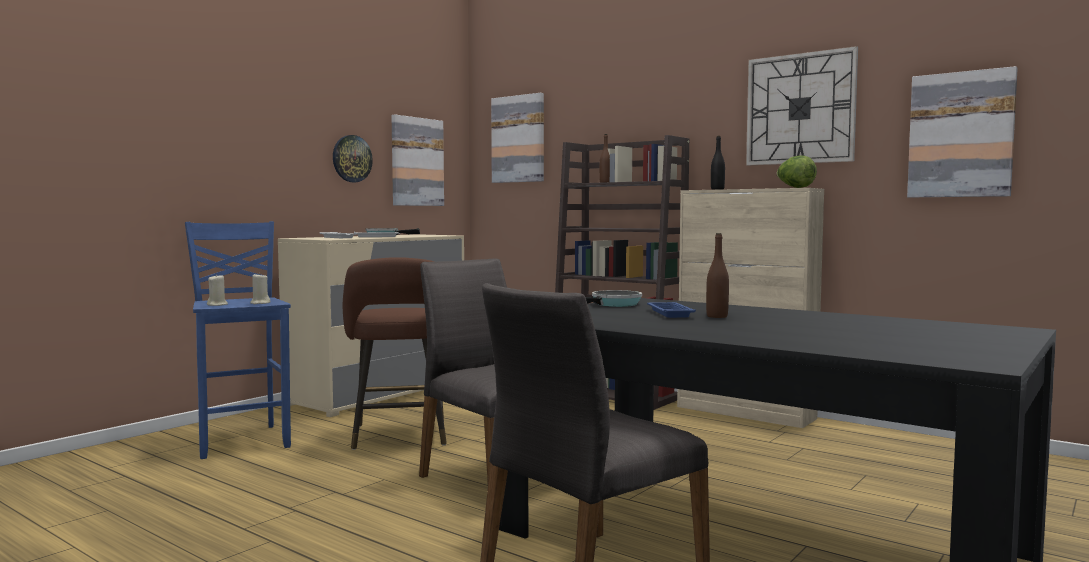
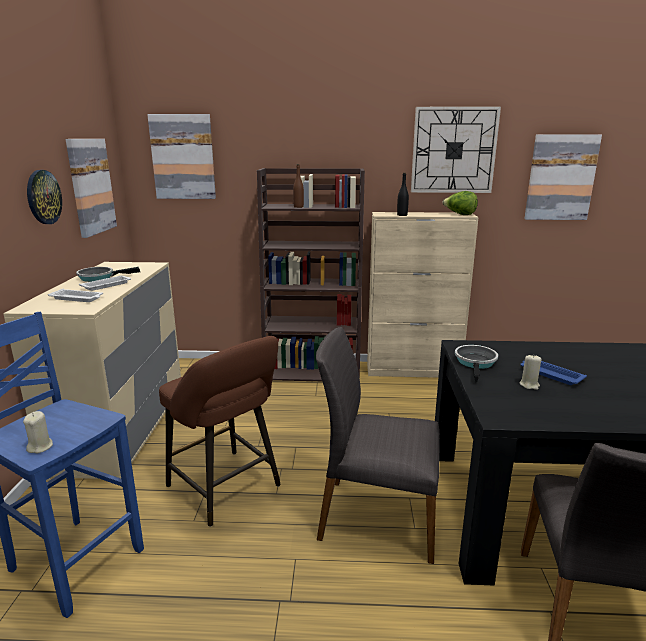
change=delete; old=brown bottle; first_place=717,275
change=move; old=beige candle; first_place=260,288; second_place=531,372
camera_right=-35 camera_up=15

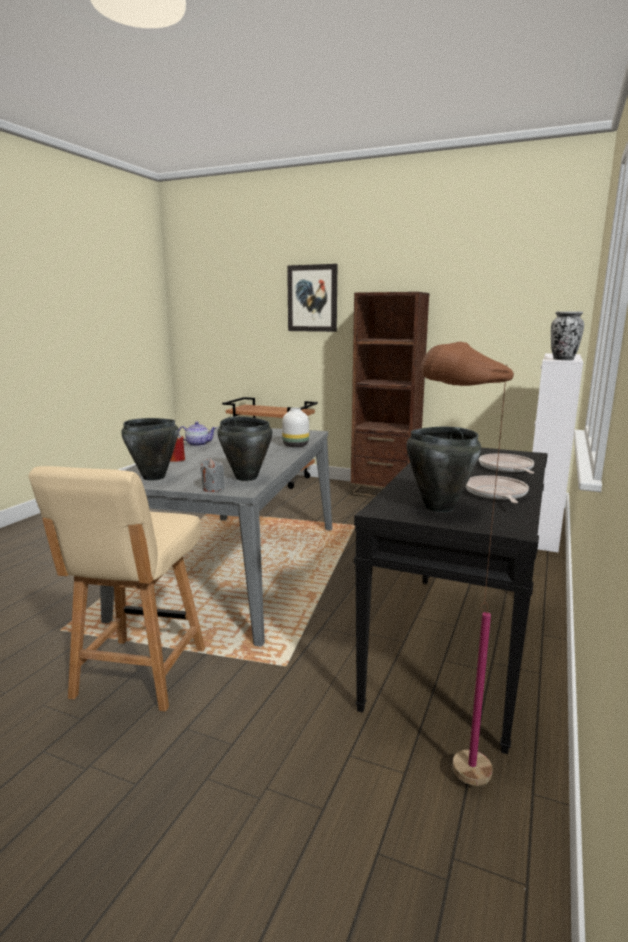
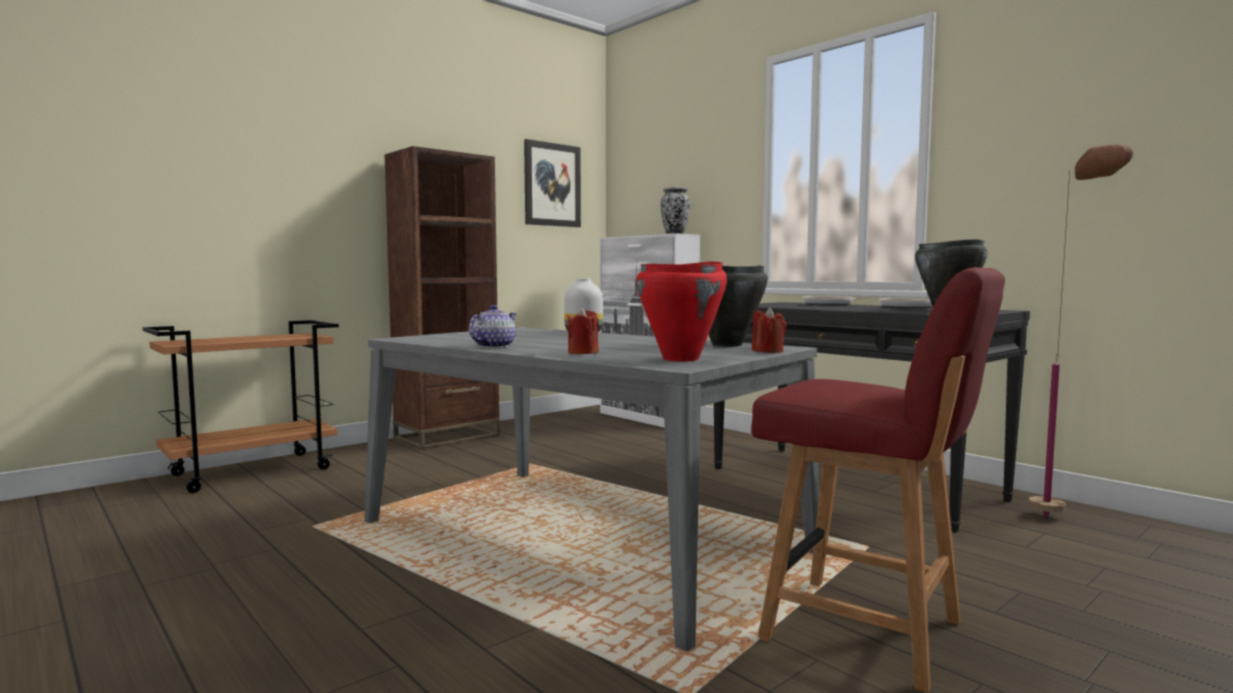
change=move; old=picture; first_place=312,298; second_place=552,183
change=recolor; old=black cooking pot; new=red cooking pot; first_place=150,449; second_place=681,311
change=recolor; old=grey candle; new=red candle; first_place=212,475; second_place=769,330
change=recolor; old=beige chair; new=red chair; first_place=116,588; second_place=878,480
camera_right=-65 camera_up=-10

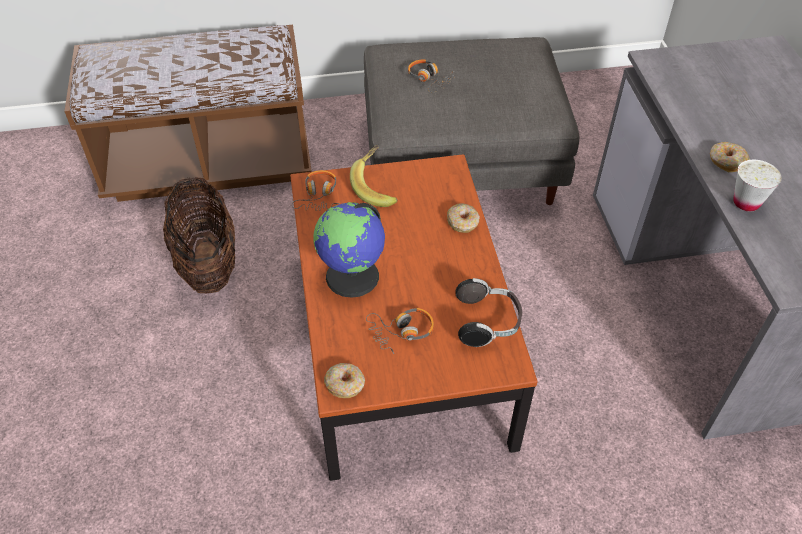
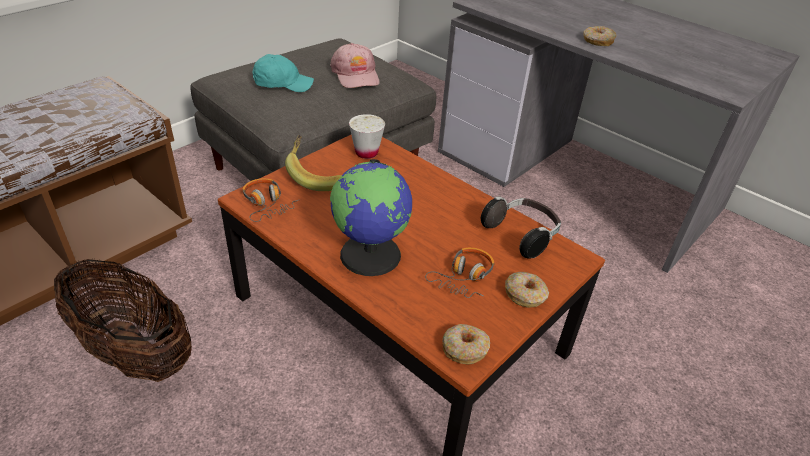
change=replace; old=headphones; new=turquoise cap; first_place=431,76; second_place=283,73
change=move; old=white cup; first_place=757,186; second_place=367,136
change=move; old=donut; first_place=463,218; second_place=527,290
change=insert; new=pink cap; second_place=355,65
camera_right=-40 camera_up=-10

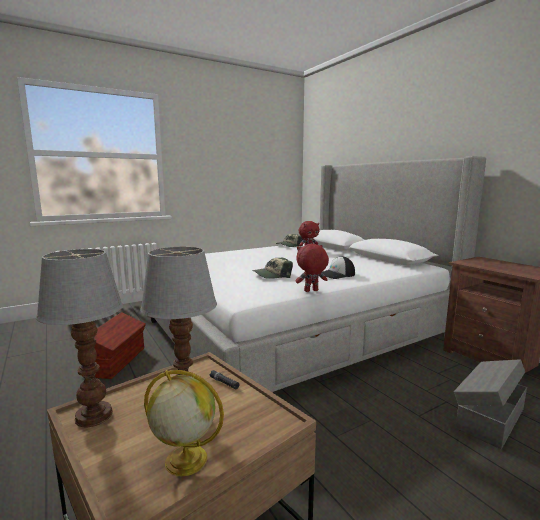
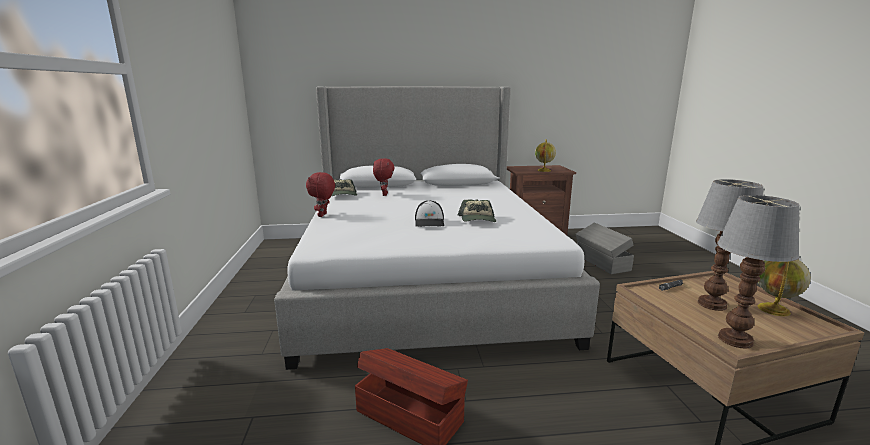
change=move; old=red plush toy; first_place=312,268; second_place=320,194
change=move; old=cap; first_place=338,267; second_place=429,213
change=insert; new=globe; second_place=545,155
camera_right=-65 camera_up=5

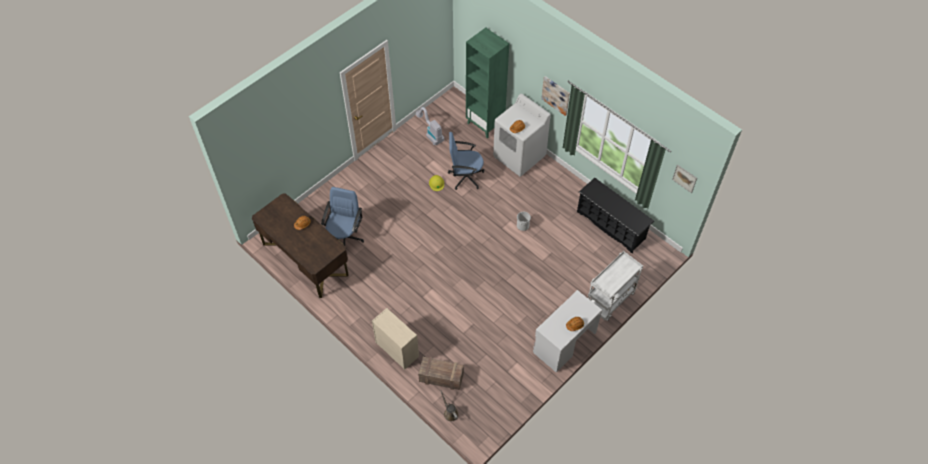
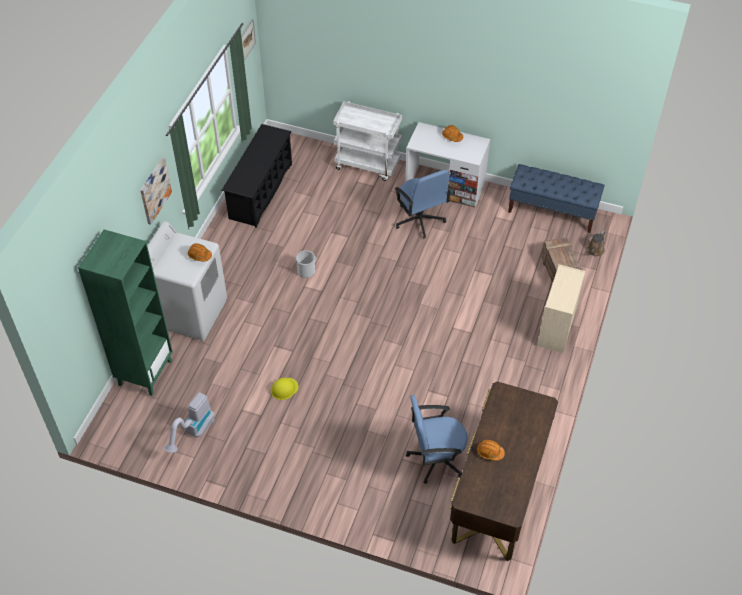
change=move; old=blue office chair; first_place=466,161; second_place=423,204
change=insert; new=blue bench; second_place=556,198
camera_right=-115 camera_up=-5

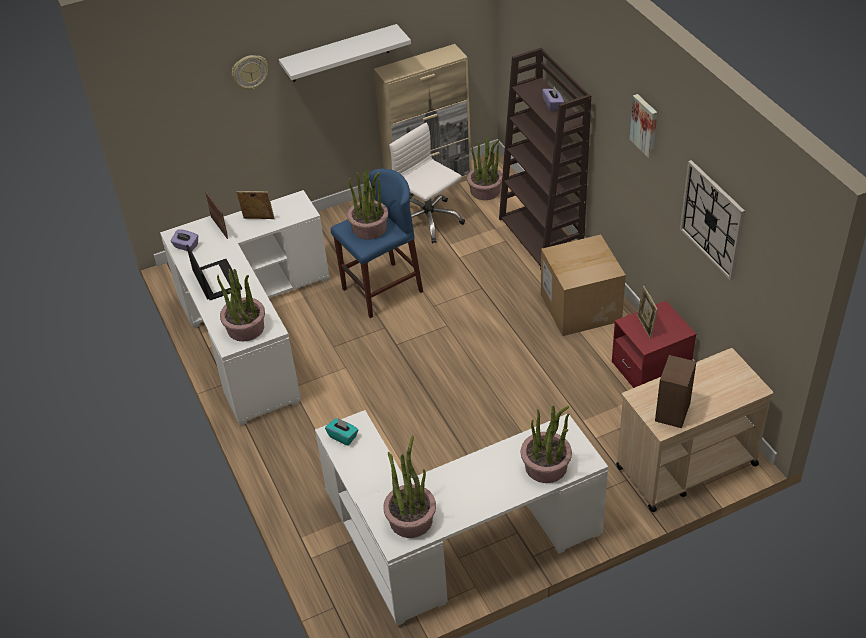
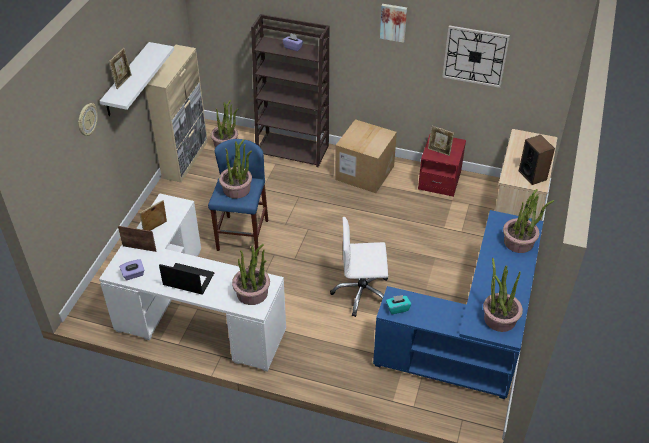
change=move; old=white office chair; first_place=427,183; second_place=359,267
change=recolor; old=white desk; new=blue desk; first_place=461,518; second_place=458,304
change=insert; new=picture frame; second_place=120,68
camera_right=-50 camera_up=0

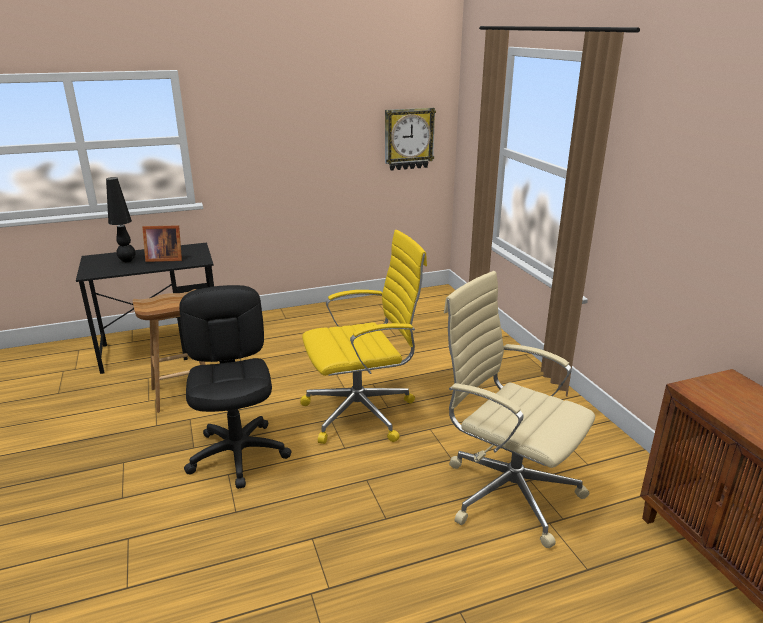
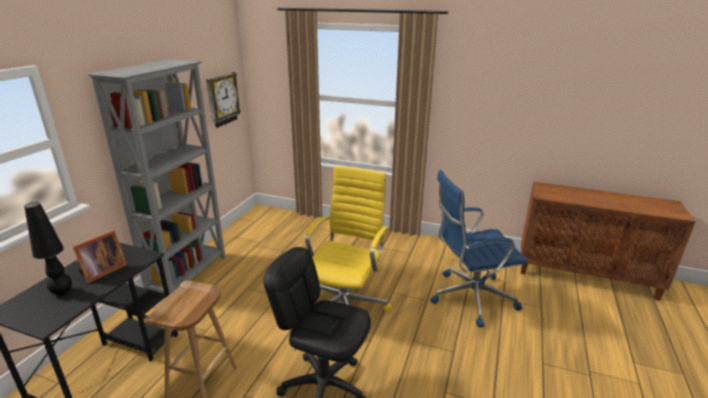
change=recolor; old=beige office chair; new=blue office chair; first_place=519,409; second_place=479,249
change=insert; new=grey bookcase; second_place=156,177
camera_right=-50 camera_up=0

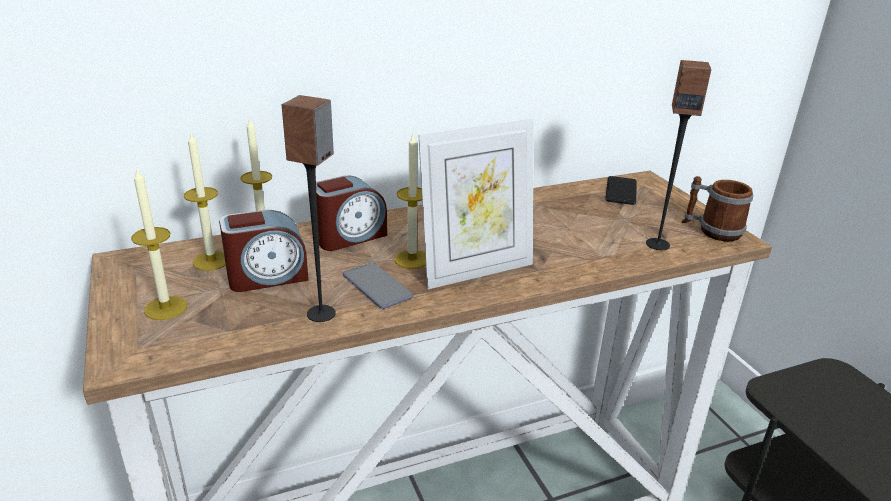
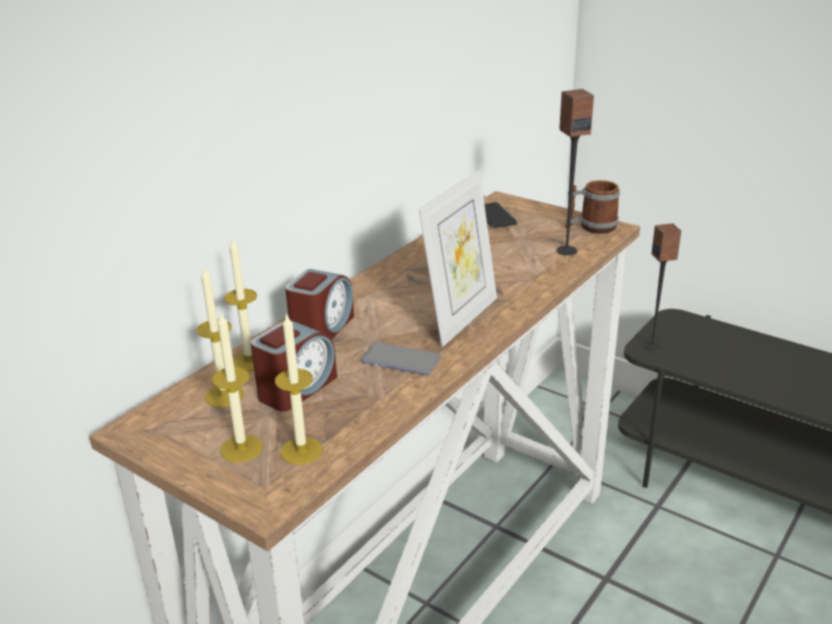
change=move; old=speaker; first_place=309,208; second_place=662,287
change=move; old=candle; first_place=410,201; second_place=299,389
camera_right=-30 camera_up=0

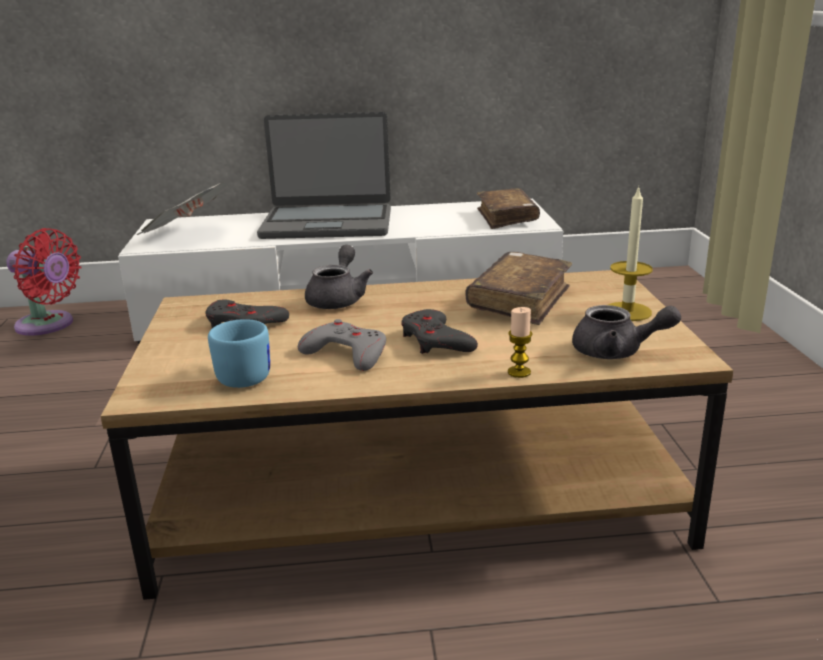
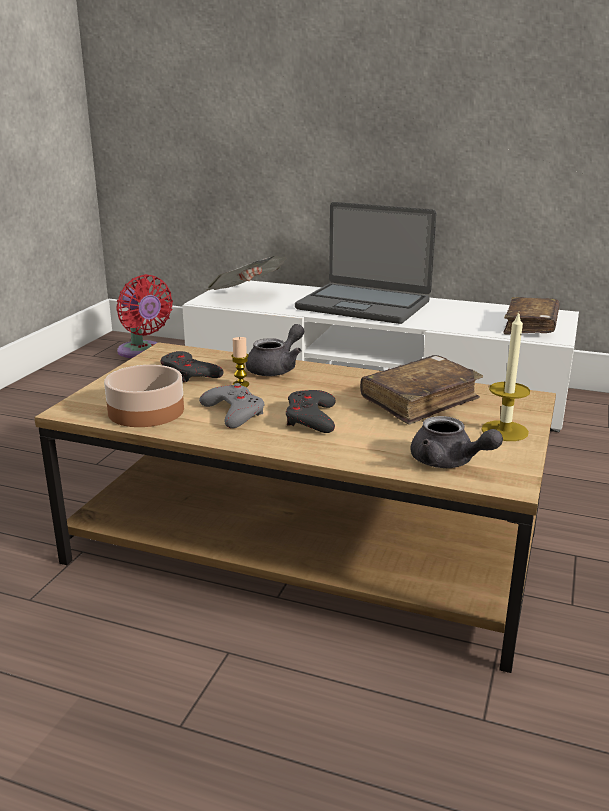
change=move; old=candle; first_place=520,342; second_place=240,362
change=replace; old=blue mug; new=bowl; first_place=239,353; second_place=144,396
camera_right=25 camera_up=0

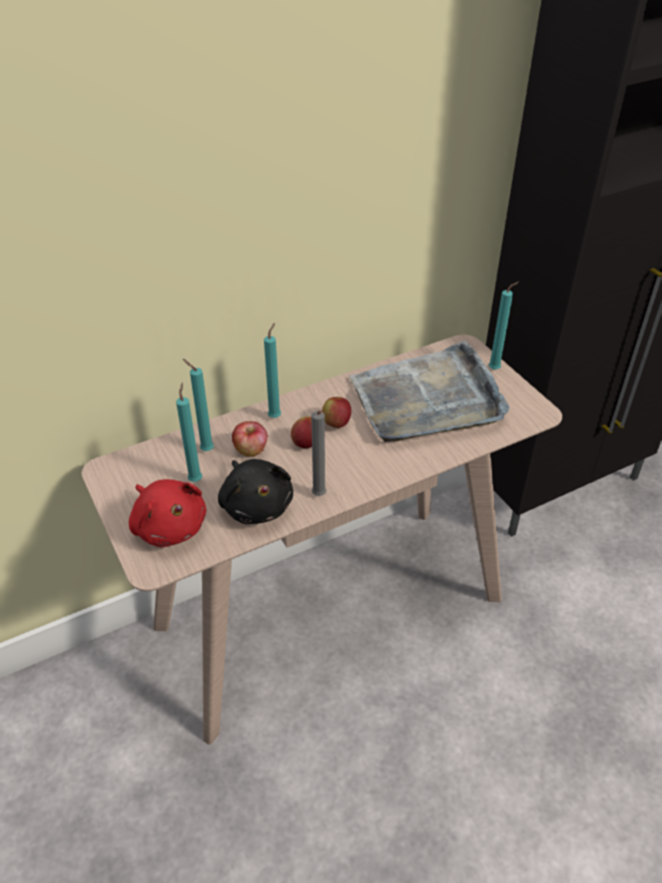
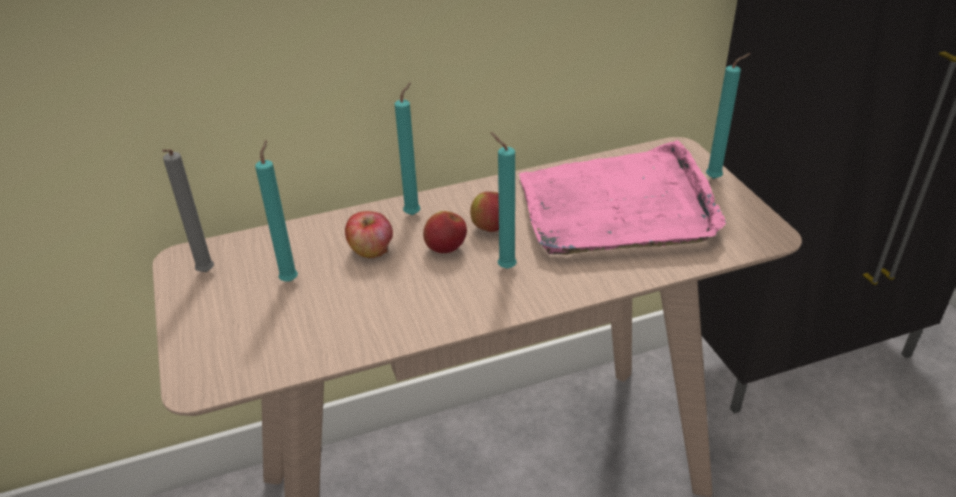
change=recolor; old=grey tray; new=pink tray; first_place=429,391; second_place=622,197
change=move; old=turquoise candle; first_place=198,405; second_place=503,200
change=move; old=grey candle; first_place=318,453; second_place=188,210
change=delete; old=black plush toy; first_place=255,491
change=delete; old=red plush toy; first_place=167,513
camera_right=10 camera_up=-5

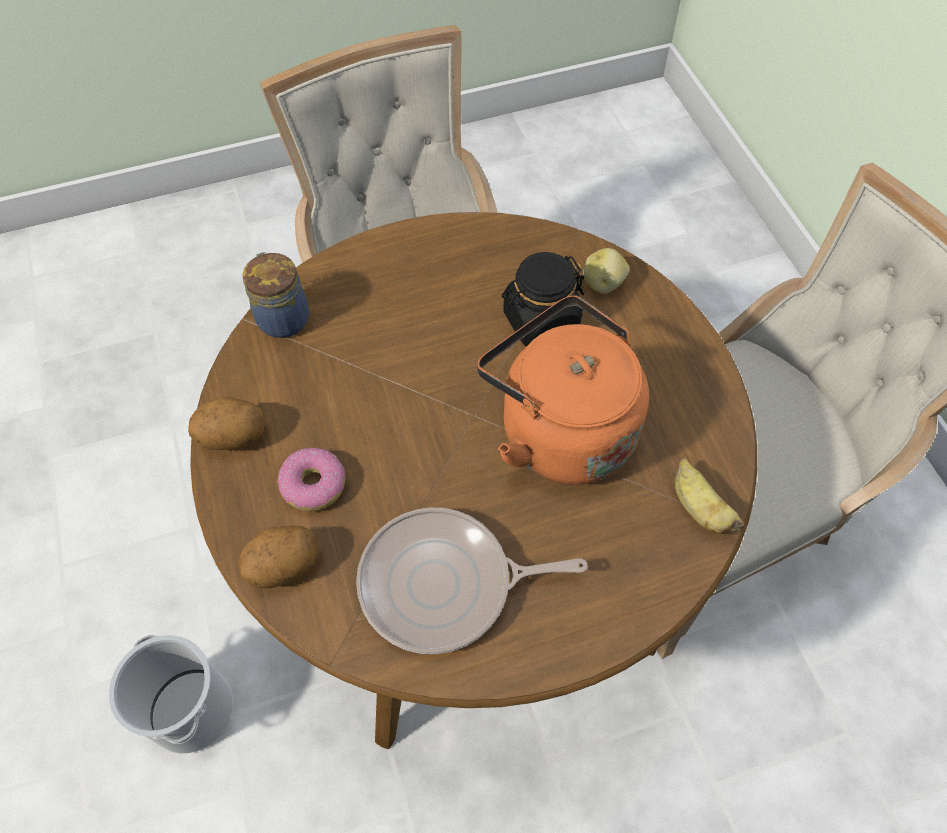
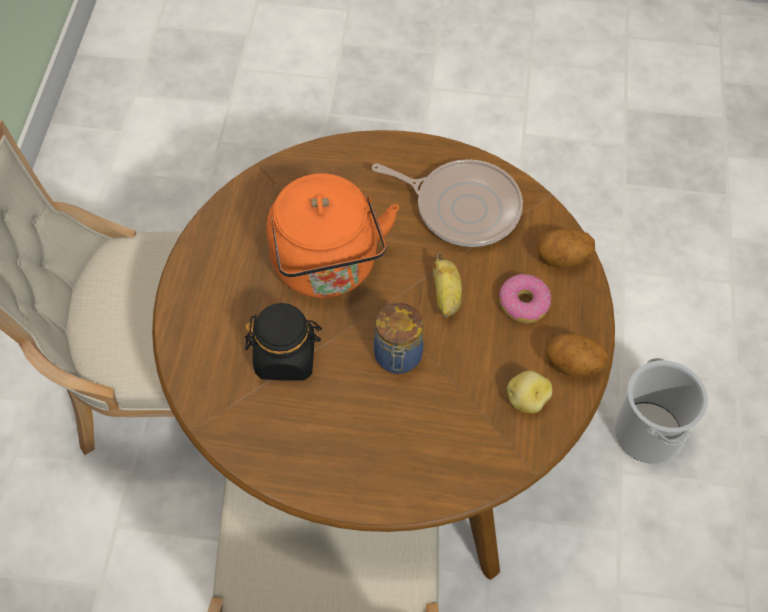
change=move; old=potato; first_place=606,271; second_place=529,392
change=move; old=jar; first_place=275,295; second_place=399,338
change=move; old=banana; first_place=710,496; second_place=447,285
camera_right=-155 camera_up=0

